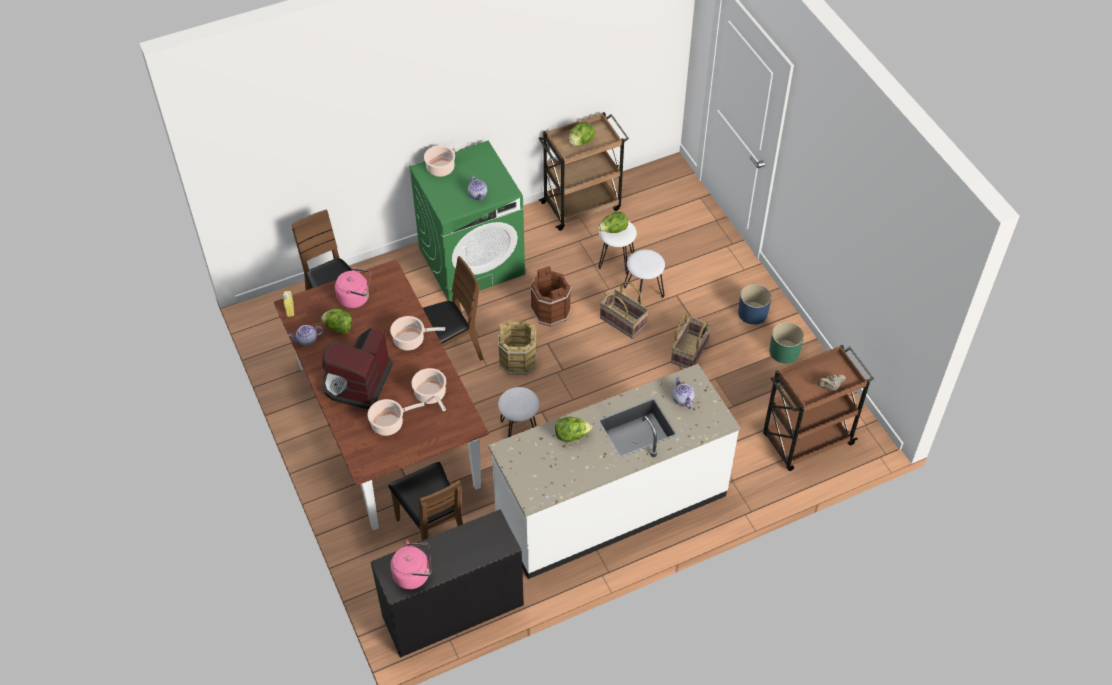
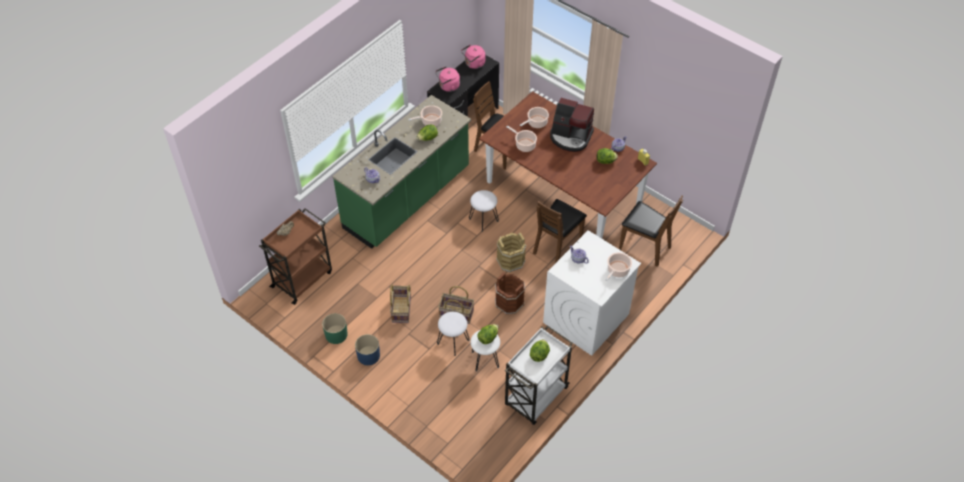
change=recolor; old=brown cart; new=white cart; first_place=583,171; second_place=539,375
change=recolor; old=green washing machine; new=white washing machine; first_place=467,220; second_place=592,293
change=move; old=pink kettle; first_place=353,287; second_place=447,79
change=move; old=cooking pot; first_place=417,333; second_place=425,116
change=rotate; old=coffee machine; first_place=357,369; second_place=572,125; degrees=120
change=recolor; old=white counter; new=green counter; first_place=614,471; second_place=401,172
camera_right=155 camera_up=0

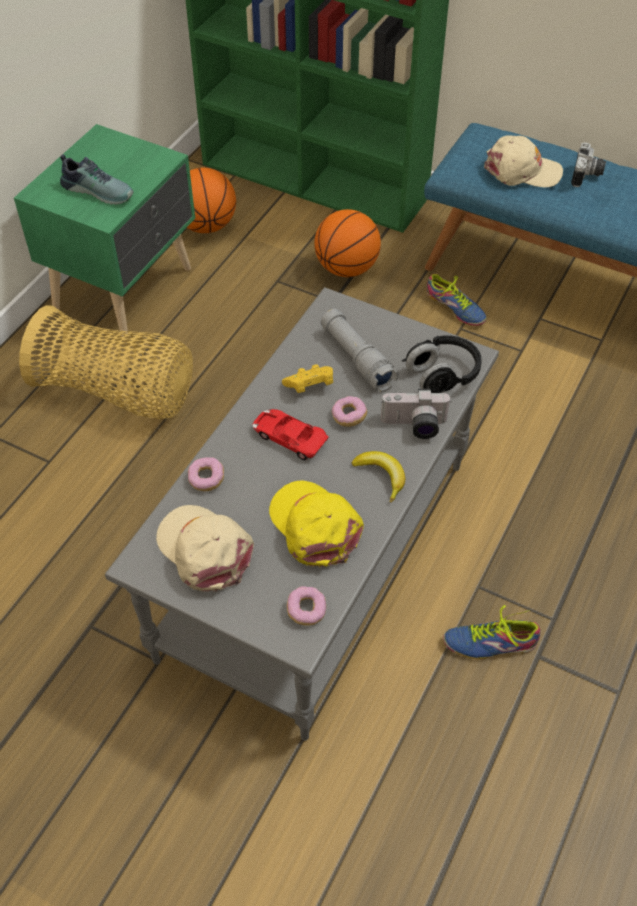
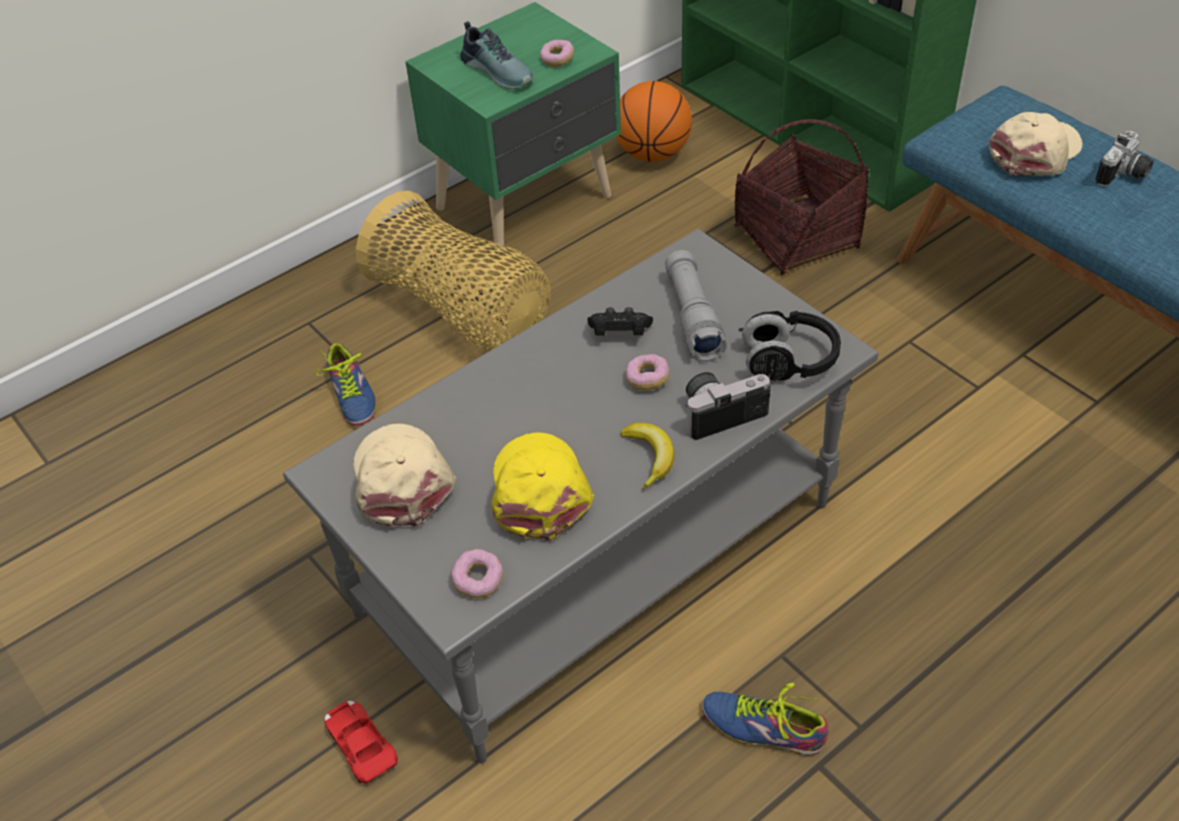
change=rotate; old=beige cap; first_place=523,161; second_place=1036,144; degrees=-75
change=replace; old=basketball; new=basket; first_place=347,243; second_place=802,197
change=move; old=shoe; first_place=456,300; second_place=345,384
change=recolor; old=yellow game controller; new=black game controller; first_place=307,378; second_place=620,321
change=rotate; old=photo camera; first_place=416,414; second_place=728,406; degrees=135
change=move; old=red toy car; first_place=291,434; second_place=361,742
change=move; old=donut; first_place=206,474; second_place=557,53
camera_right=25 camera_up=-5

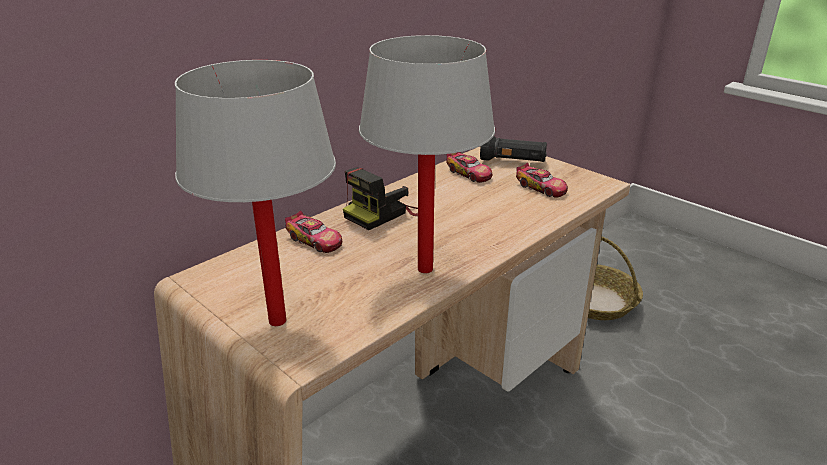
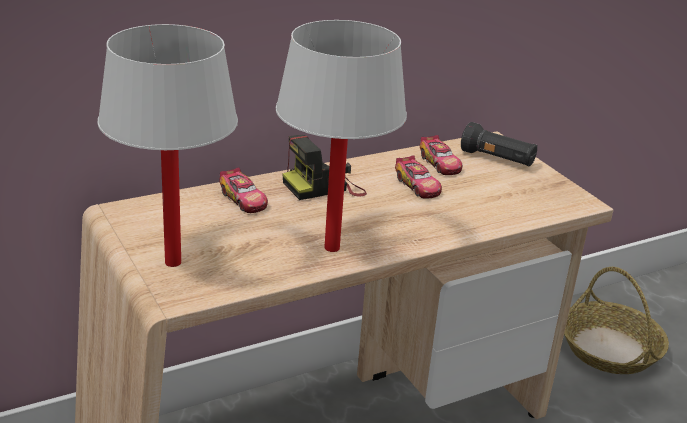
change=move; old=toy car; first_place=542,180; second_place=418,177
camera_right=15 camera_up=0

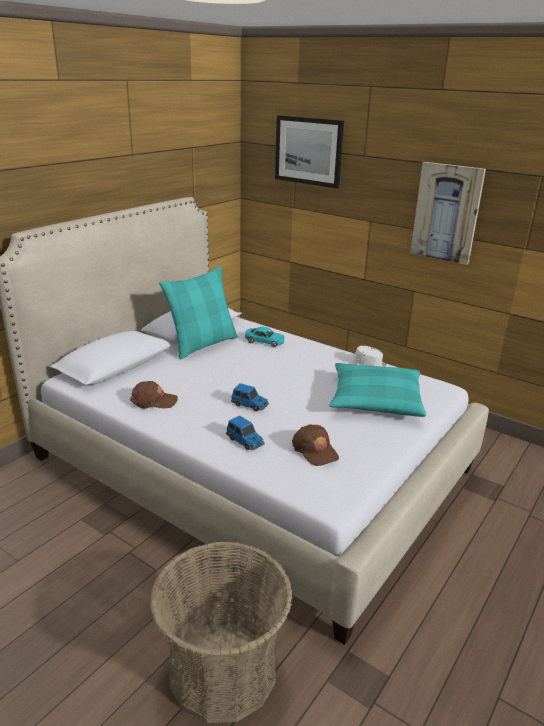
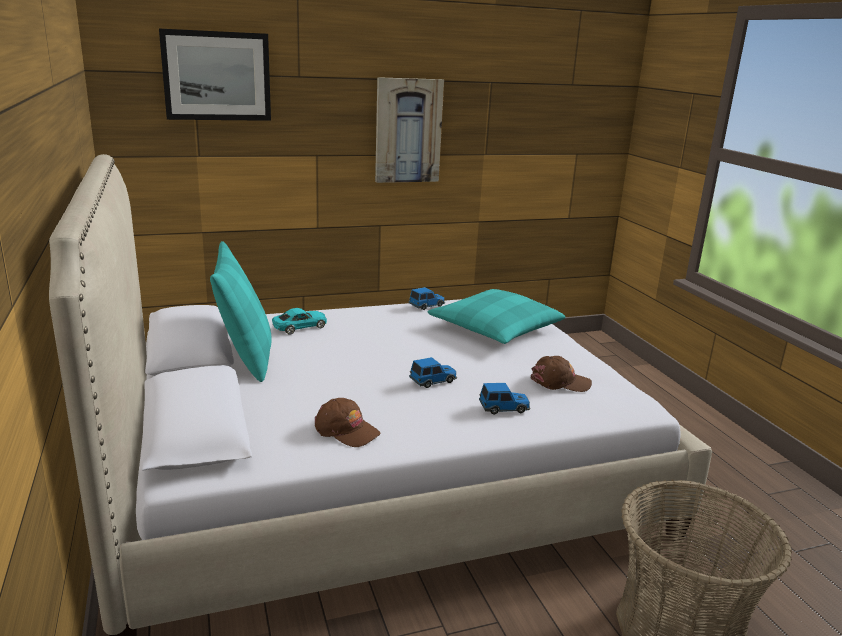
change=replace; old=white cap; new=toy car; first_place=371,356; second_place=427,298
change=rotate; old=brown cap; first_place=154,395; second_place=347,422; degrees=90
camera_right=-55 camera_up=-5

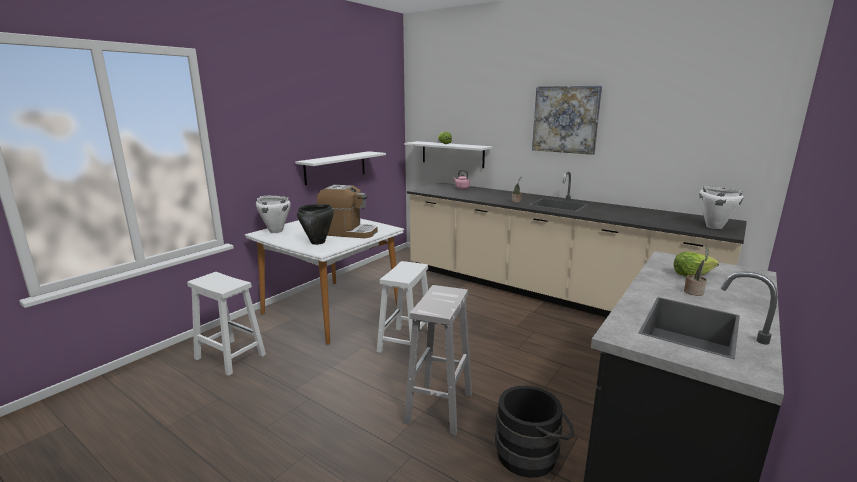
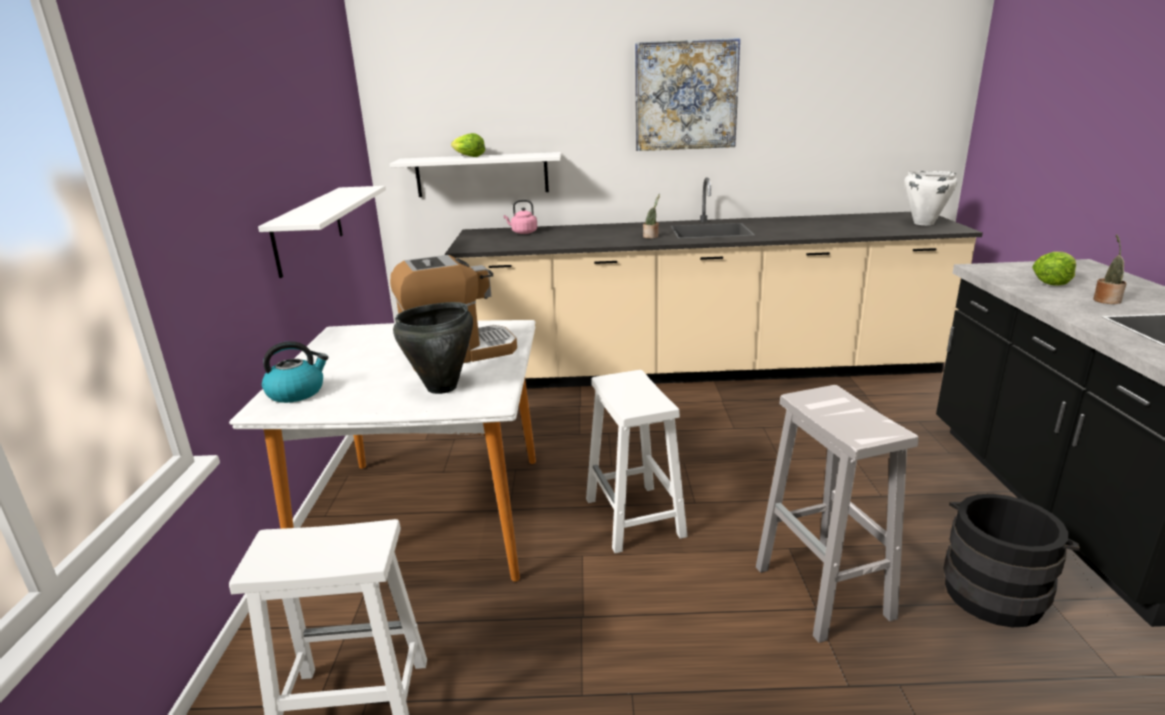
change=replace; old=white cooking pot; new=kettle; first_place=273,214; second_place=295,372
camera_right=-35 camera_up=5

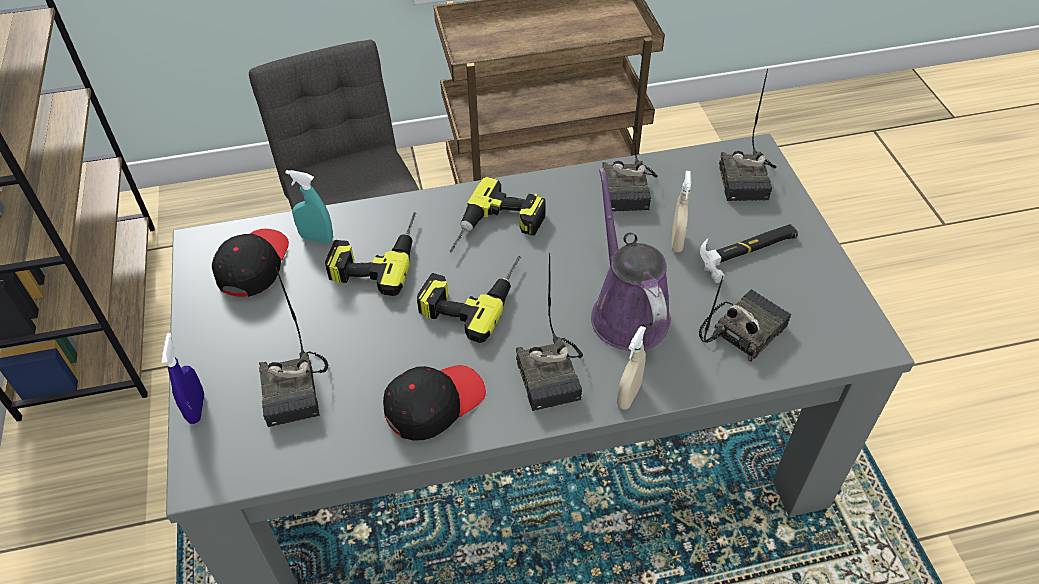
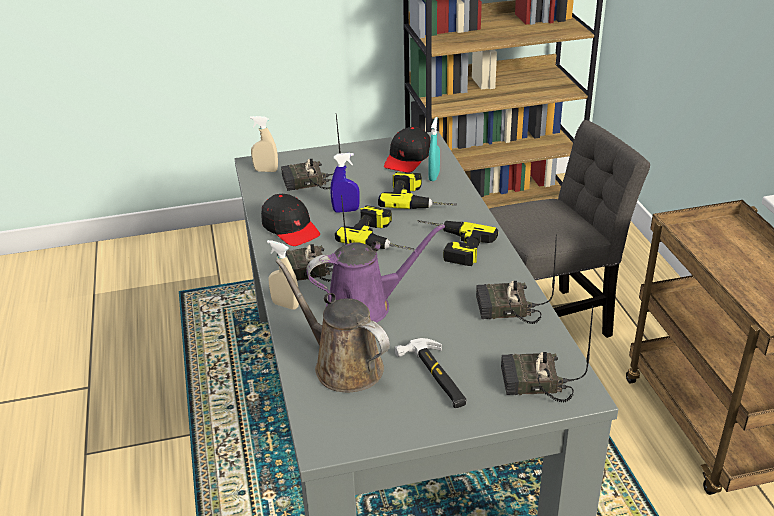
change=move; old=beige spray bottle; first_place=681,211; second_place=264,144
change=rotate; old=black cap; first_place=250,263; second_place=407,150; degrees=105
change=replace; old=radio; new=brown watering can; first_place=745,319; second_place=332,325
change=move; old=blue spray bottle; first_place=183,378; second_place=345,183
camera_right=90 camera_up=-15

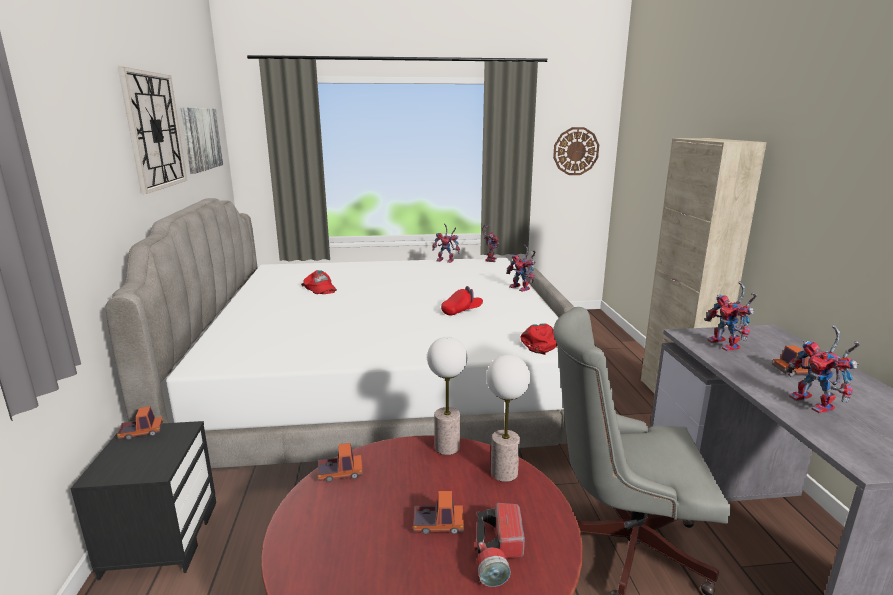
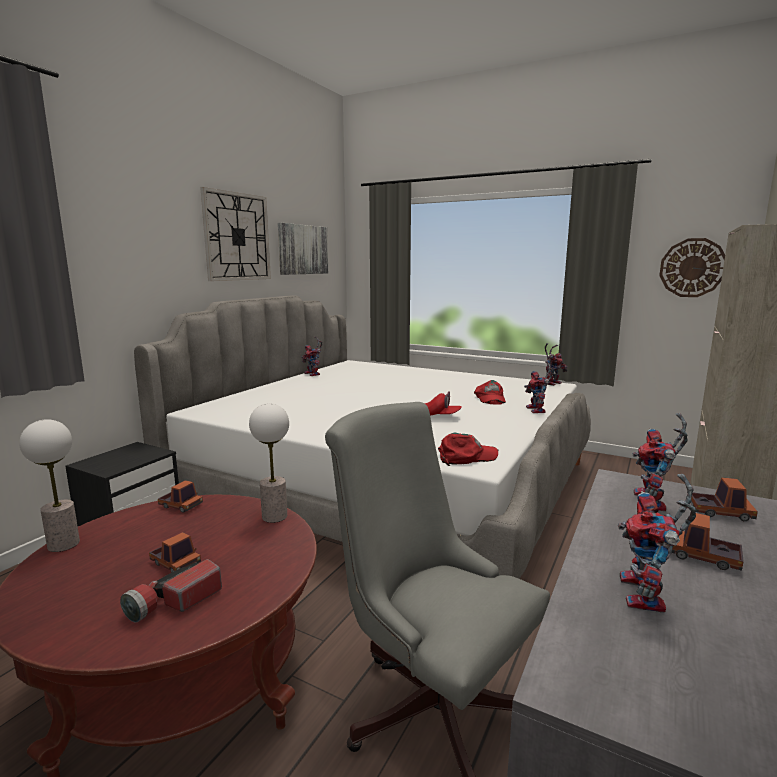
change=move; old=toy robot; first_place=446,243; second_place=311,356
change=move; old=red cap; first_place=319,282; second_place=490,392
change=move; old=table lamp; first_place=508,418; second_place=49,485
change=move; old=toy truck; first_place=140,423; second_place=724,499
camera_right=35 camera_up=-5

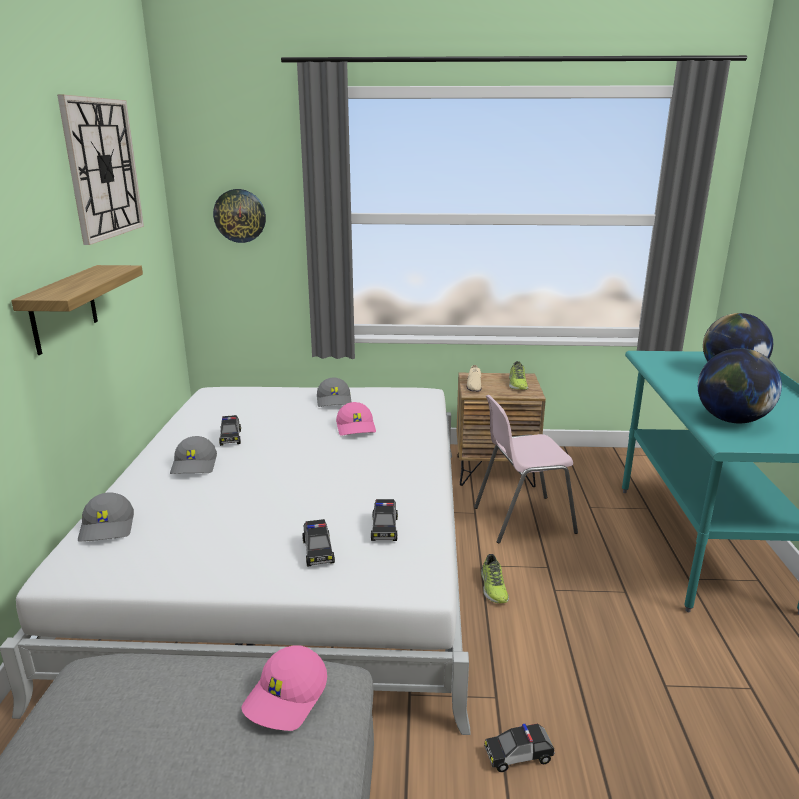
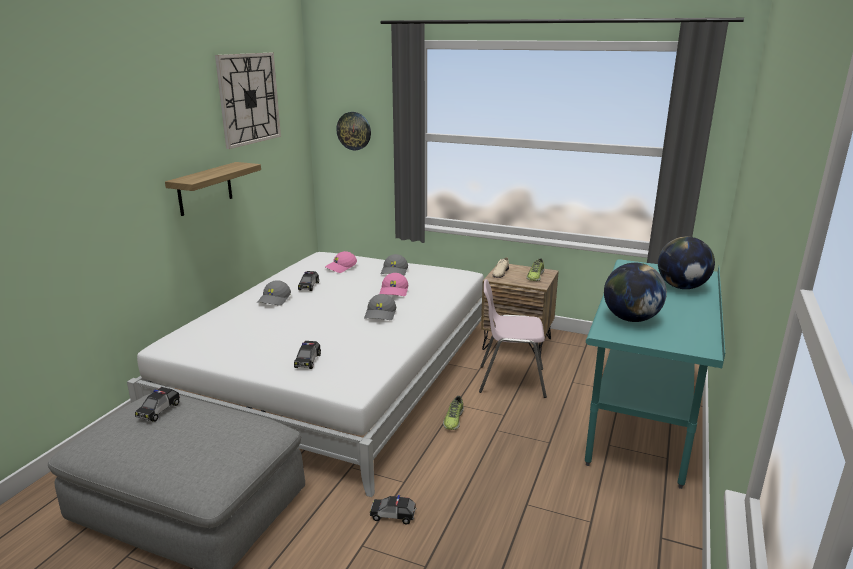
change=move; old=grey cap; first_place=106,516; second_place=380,307
change=move; old=toy car; first_place=384,520; second_place=157,404
change=move; old=pink cap; first_place=284,688; second_place=341,262
camera_right=20 camera_up=0

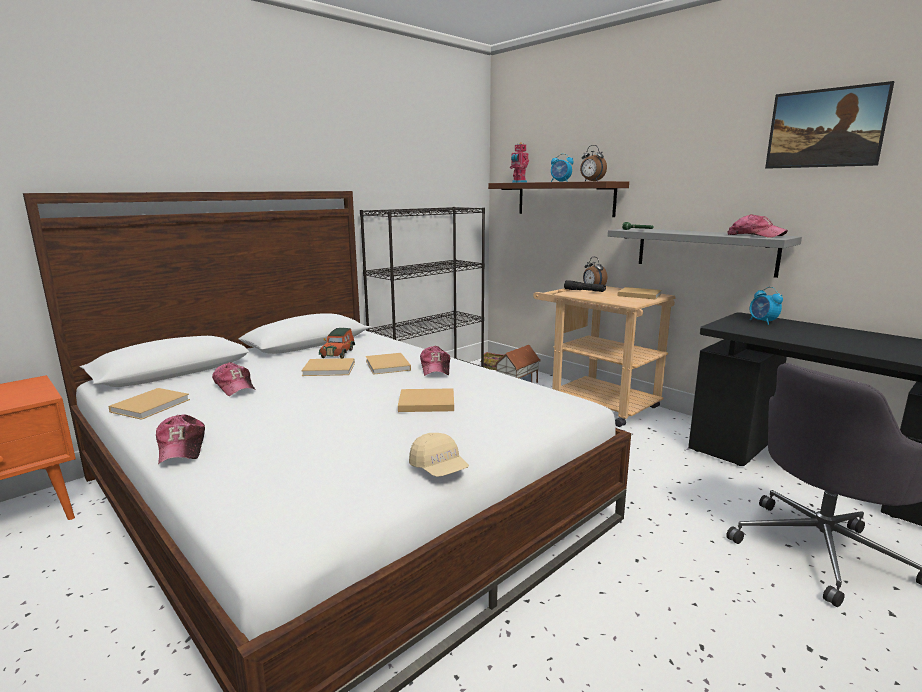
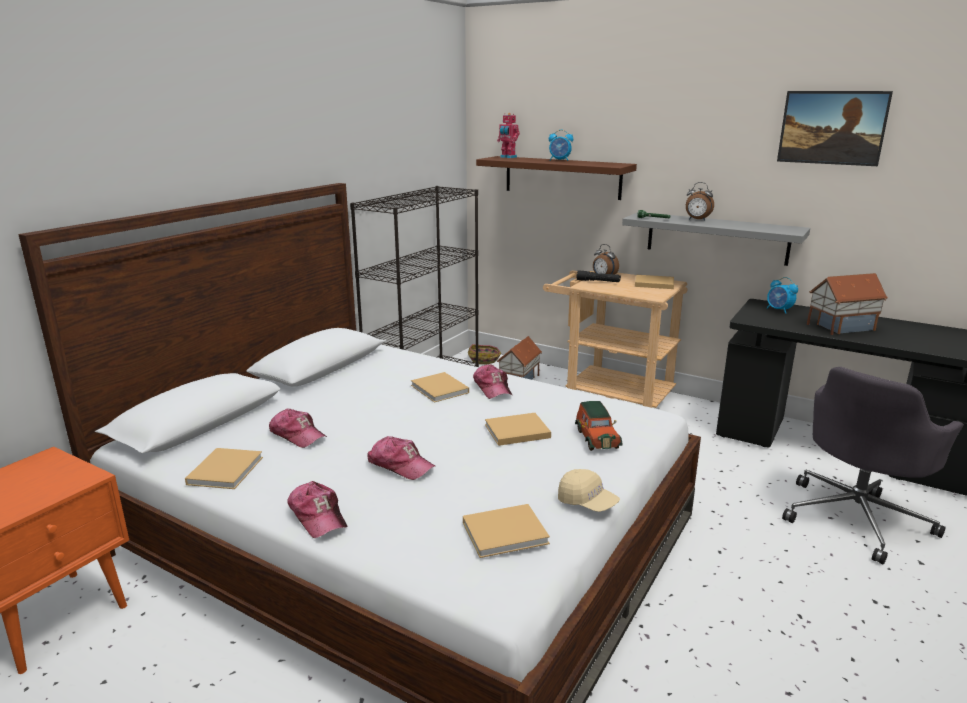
change=move; old=alarm clock; first_place=593,163; second_place=700,201
change=move; old=cap; first_place=757,225; second_place=401,458
change=move; old=toy car; first_place=337,343; second_place=599,426
change=move; old=beige book; first_place=328,367; second_place=506,531
change=insert; new=toy house; second_place=847,304
camera_right=-15 camera_up=5

